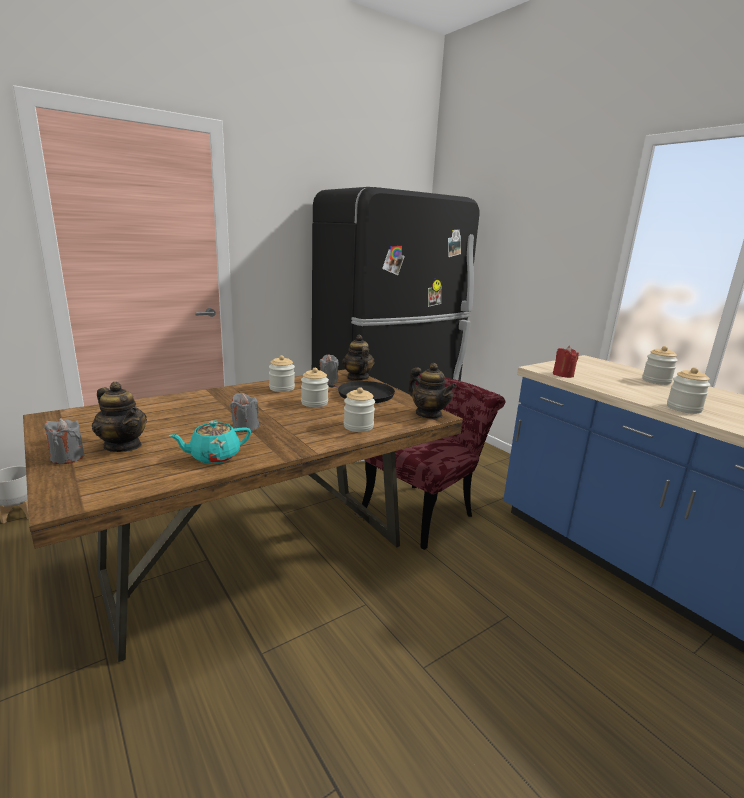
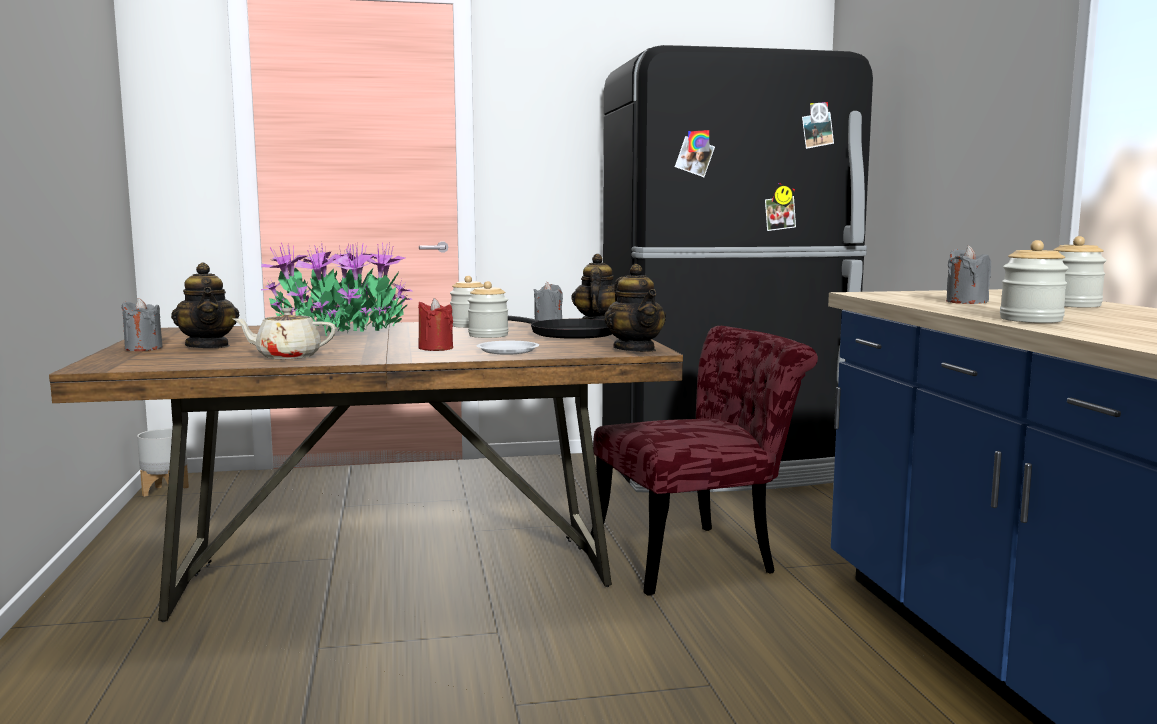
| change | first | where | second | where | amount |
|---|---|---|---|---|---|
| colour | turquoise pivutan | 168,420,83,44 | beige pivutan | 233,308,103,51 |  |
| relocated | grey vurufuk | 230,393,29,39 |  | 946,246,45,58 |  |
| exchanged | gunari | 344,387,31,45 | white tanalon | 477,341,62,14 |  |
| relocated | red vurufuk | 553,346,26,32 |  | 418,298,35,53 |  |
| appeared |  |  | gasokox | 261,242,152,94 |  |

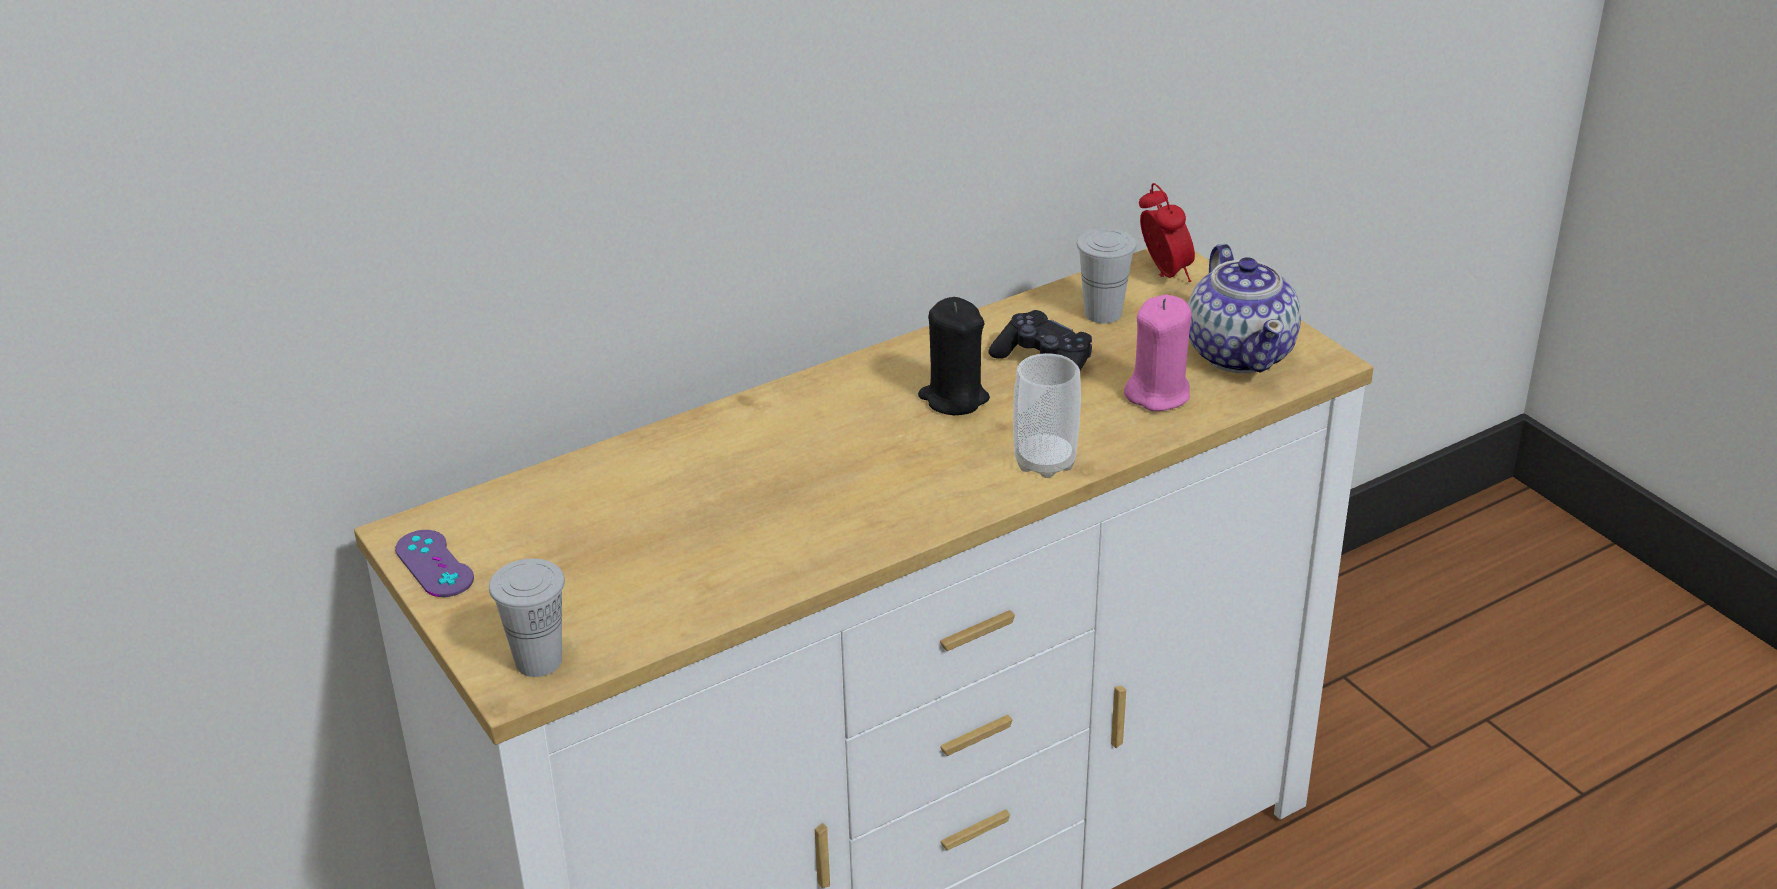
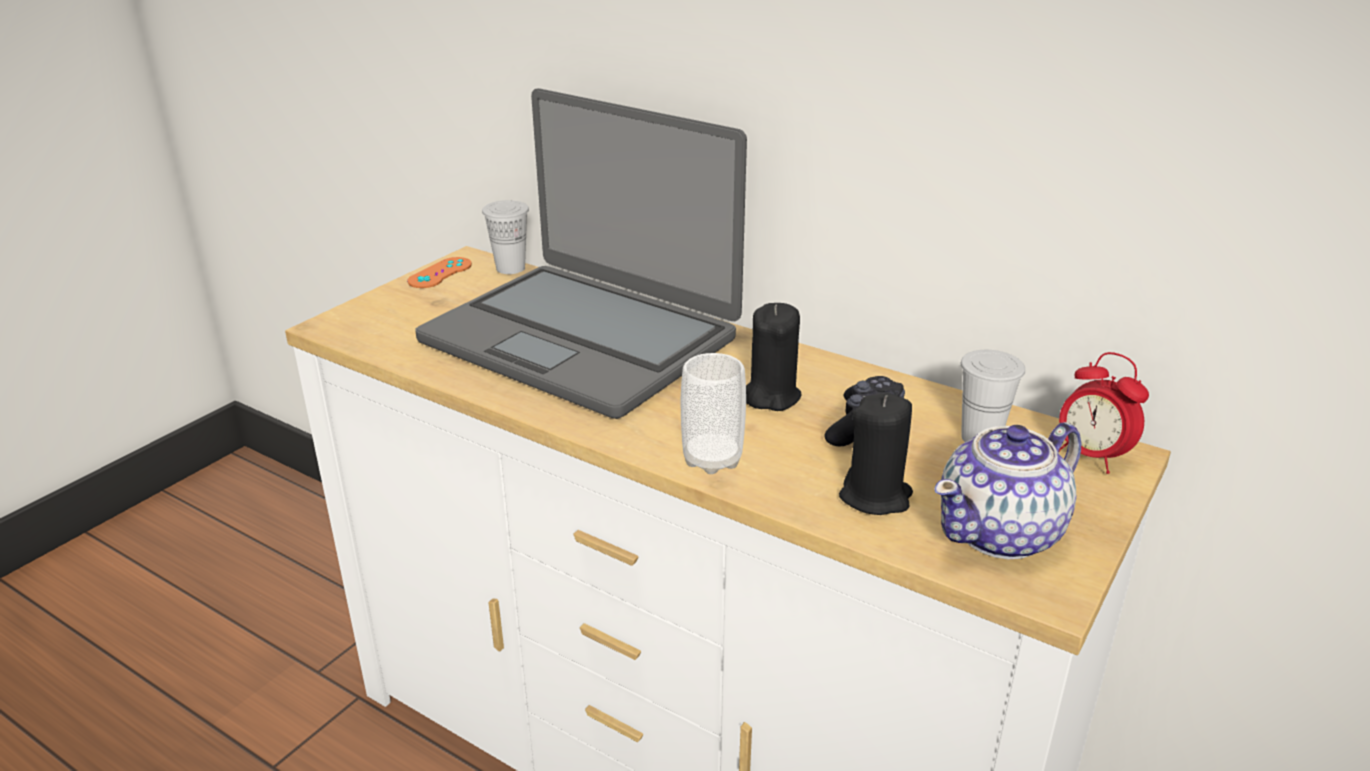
| change | first | where | second | where | amount |
|---|---|---|---|---|---|
| colour | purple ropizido | 395,530,79,67 | orange ropizido | 407,257,65,31 |  |
| relocated | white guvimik | 489,559,76,118 |  | 482,200,47,74 |  |
| colour | pink vurufuk | 1124,295,68,116 | black vurufuk | 839,394,74,121 |  |
| spun | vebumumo | 1139,183,56,99 |  | 1059,352,90,122 | 90 degrees clockwise |
| appeared |  |  | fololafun | 415,88,332,331 |  |

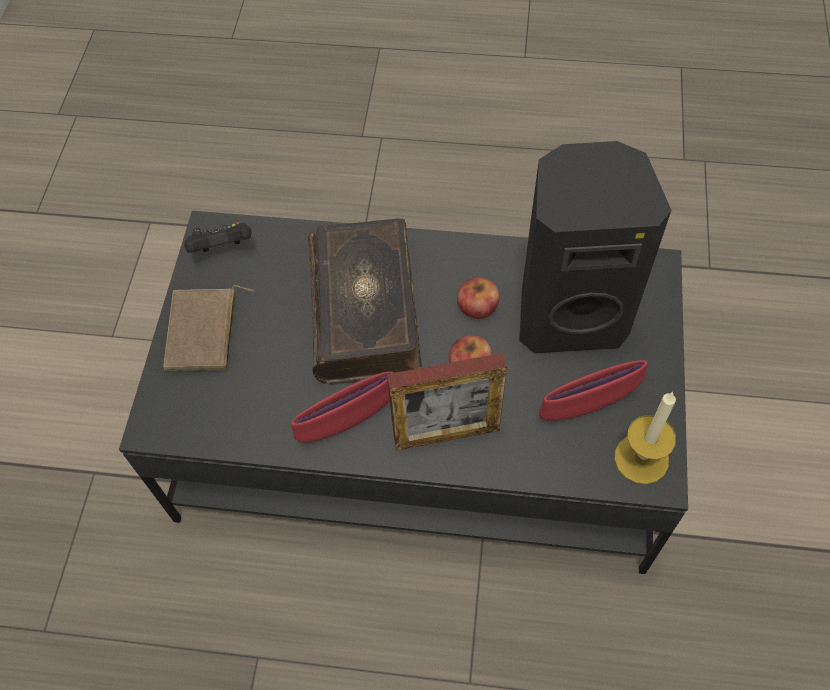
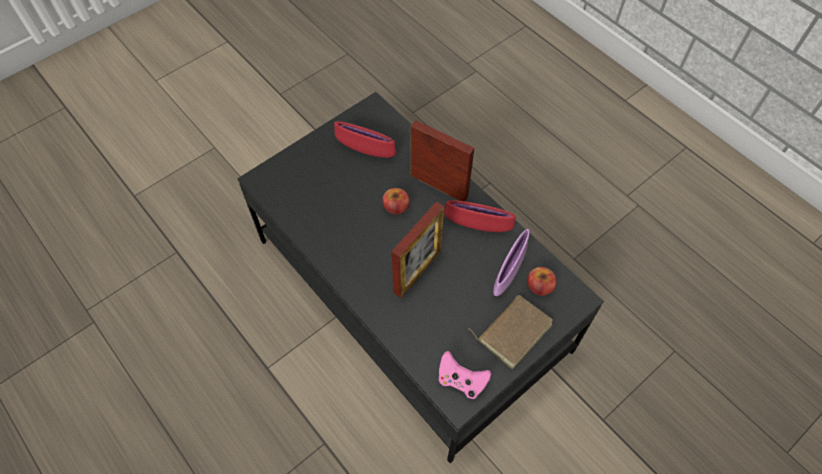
| change | first | where | second | where | amount |
|---|---|---|---|---|---|
| colour | black ropizido | 184,222,68,31 | pink ropizido | 439,351,52,48 |  |
| exchanged | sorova | 308,218,114,167 | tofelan | 391,201,53,97 |  |
| relocated | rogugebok | 457,277,42,42 |  | 527,267,30,29 |  |
| missing | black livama | 519,141,152,212 |  |  |  |
| missing | vurufuk | 614,392,62,92 |  |  |  |
| appeared |  |  | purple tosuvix | 493,229,37,67 |  |

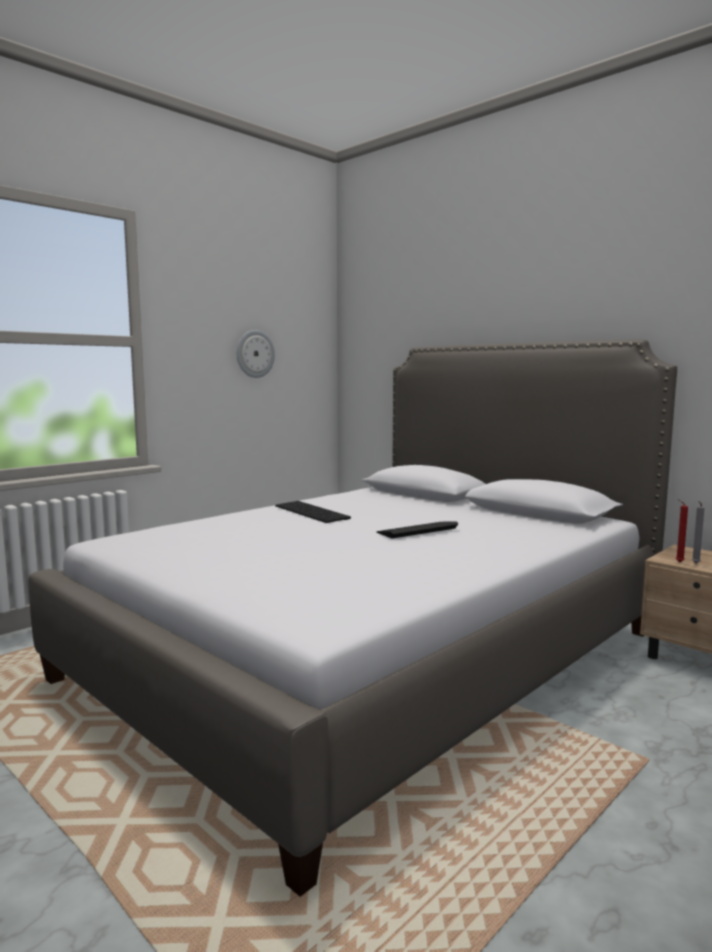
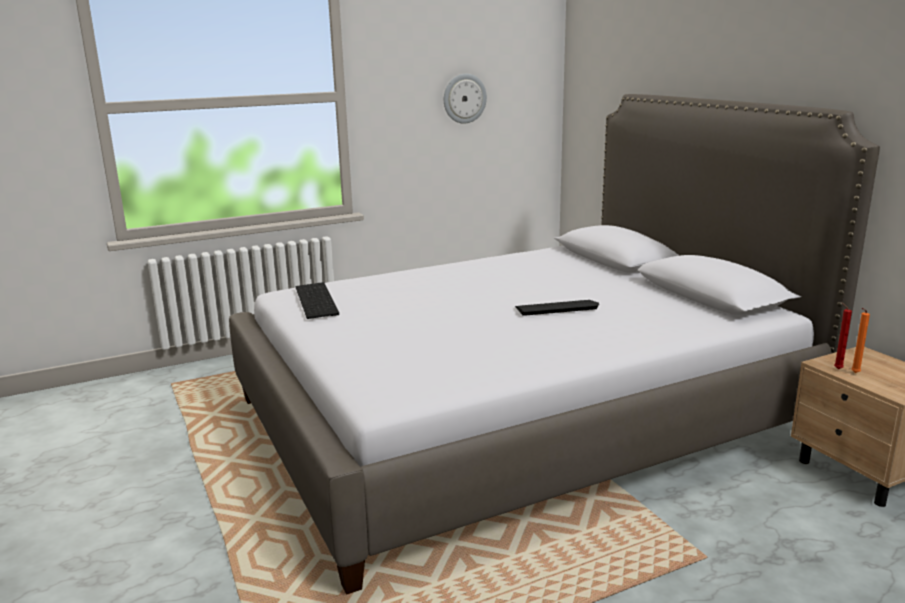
| change | first | where | second | where | amount |
|---|---|---|---|---|---|
| relocated | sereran | 275,501,76,22 |  | 295,282,44,37 |  |
| colour | grey vurufuk | 692,502,12,62 | orange vurufuk | 851,308,19,65 |  |

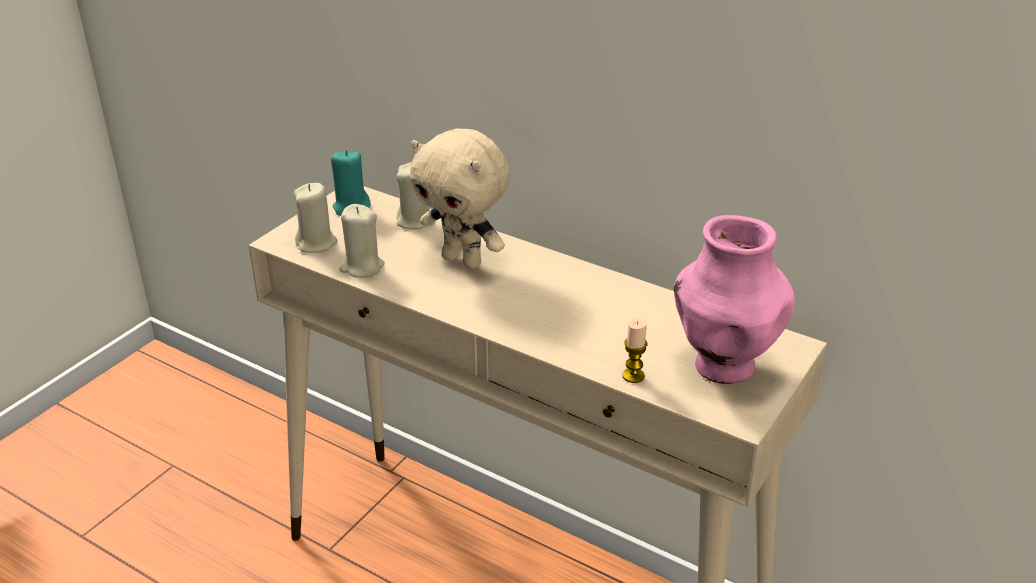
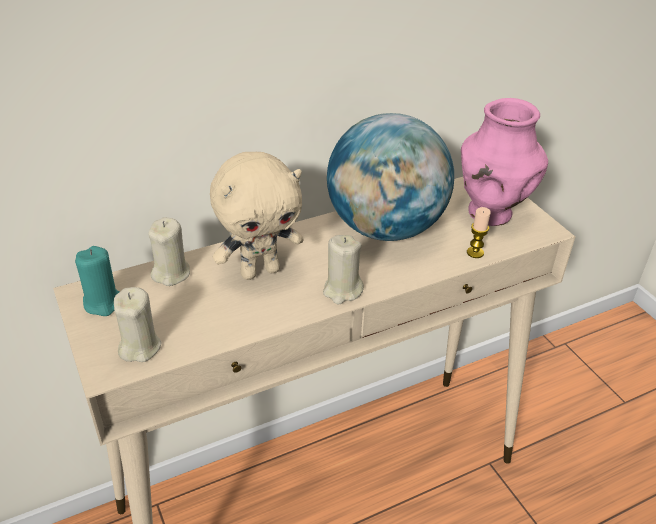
| change | first | where | second | where | amount |
|---|---|---|---|---|---|
| relocated | beige vurufuk | 339,204,45,74 |  | 323,235,41,69 |  |
| appeared |  |  | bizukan | 327,113,127,128 |  |

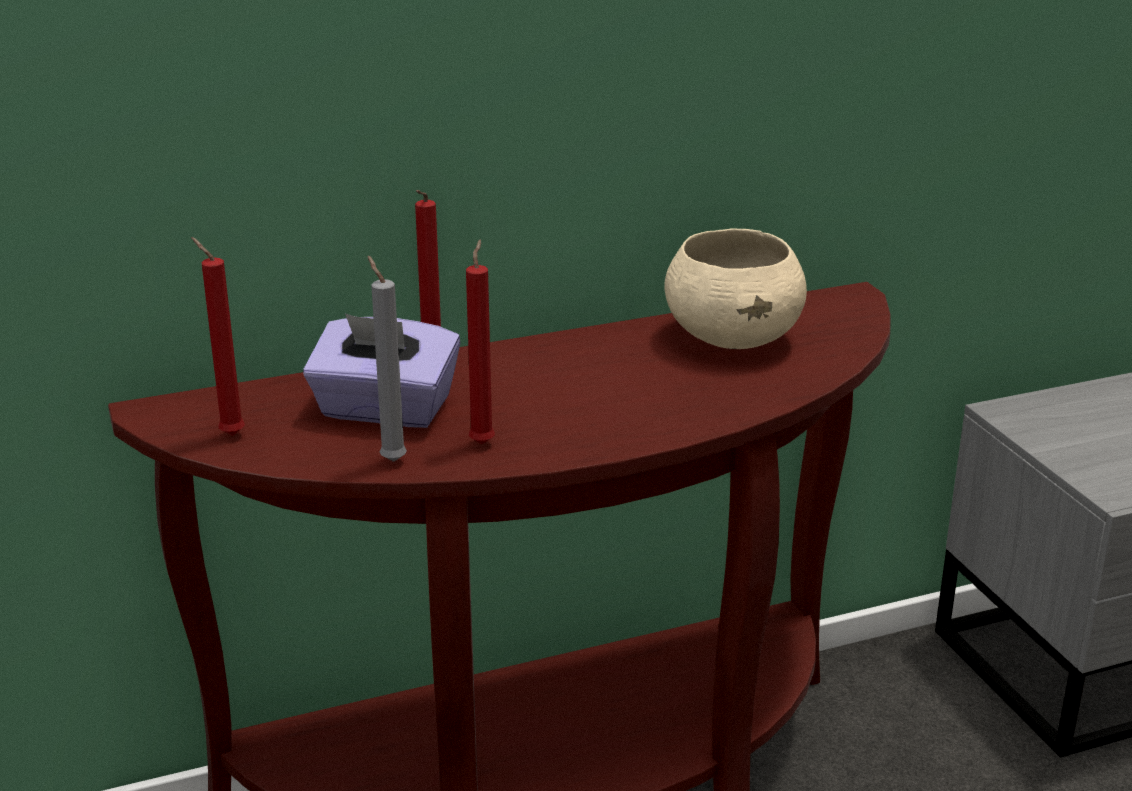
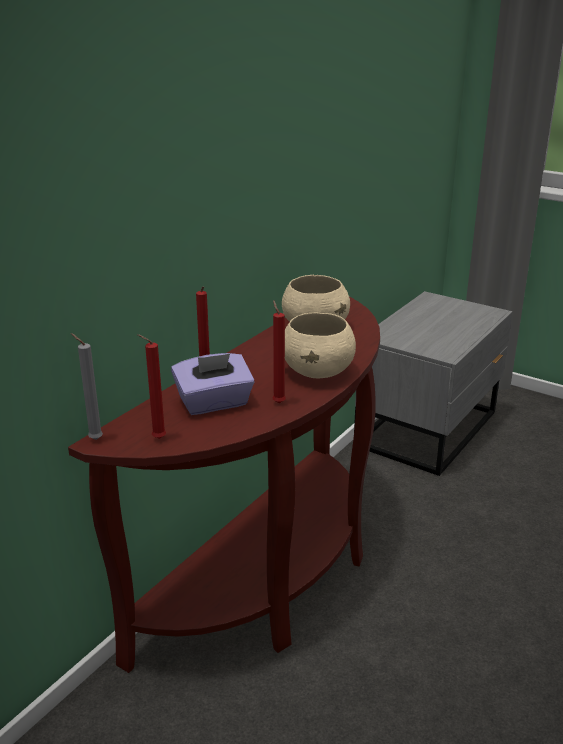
| change | first | where | second | where | amount |
|---|---|---|---|---|---|
| relocated | grey vurufuk | 368,256,39,206 |  | 71,333,32,107 |  |
| appeared |  |  | beige tosuvix | 285,313,71,65 |  |

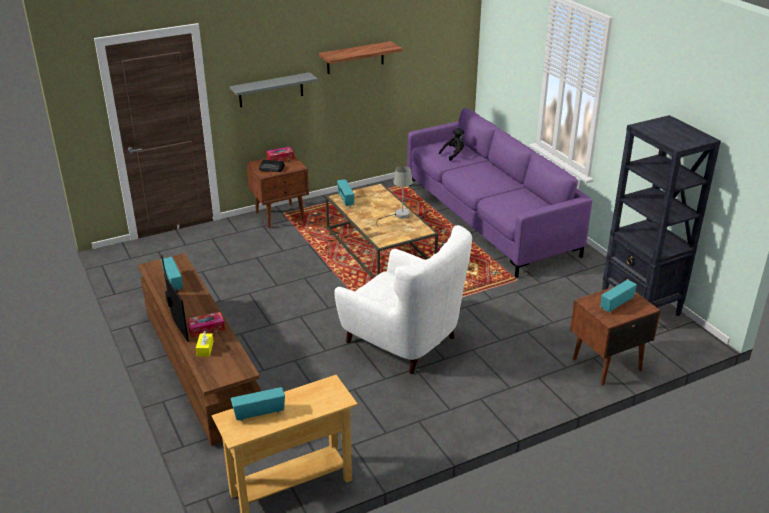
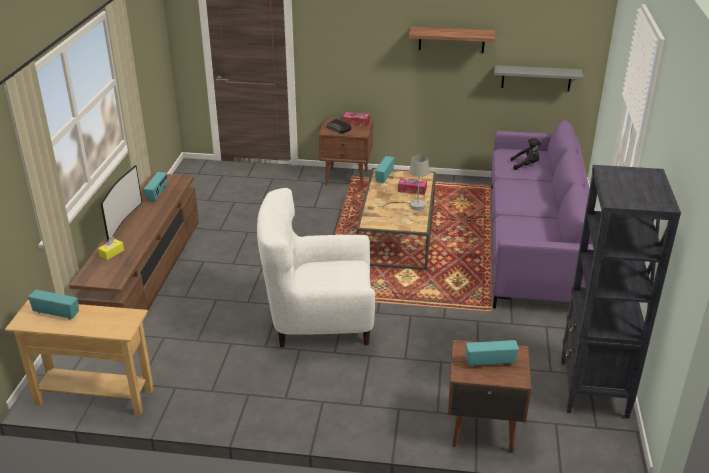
| change | first | where | second | where | amount |
|---|---|---|---|---|---|
| relocated | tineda | 187,312,38,26 |  | 398,177,29,18 |  |
| relocated | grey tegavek | 230,72,88,35 |  | 494,65,90,26 |  |
| spun | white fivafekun | 334,225,138,149 |  | 257,188,118,160 | 105 degrees clockwise |

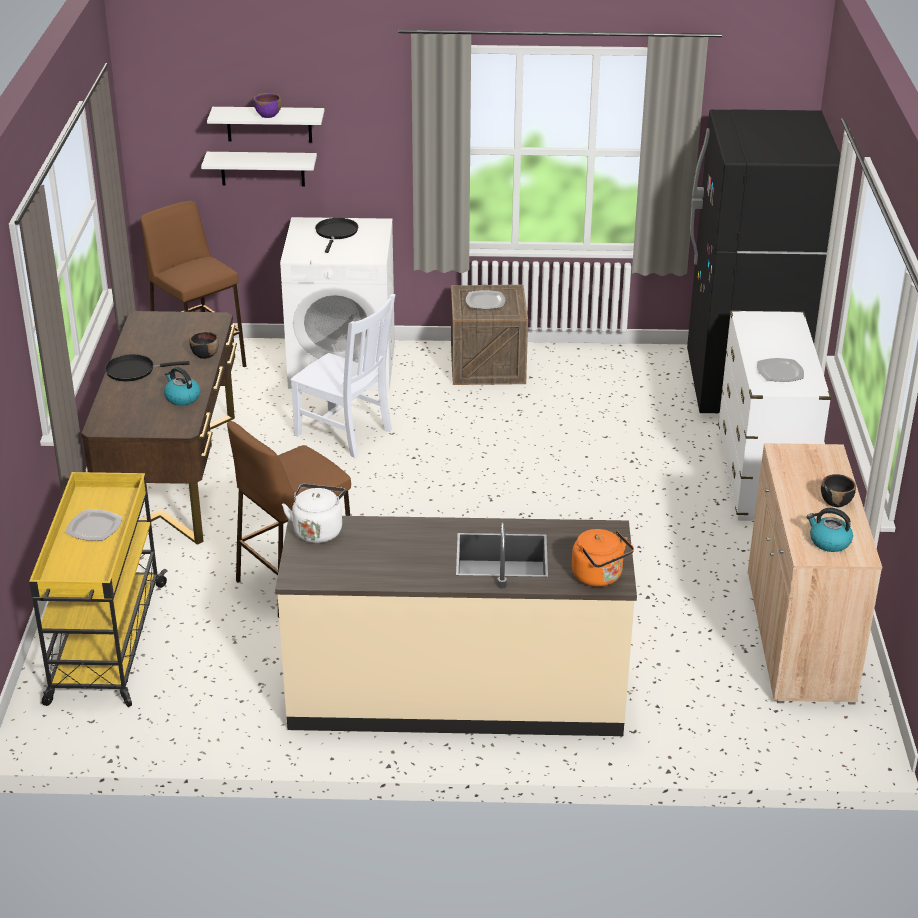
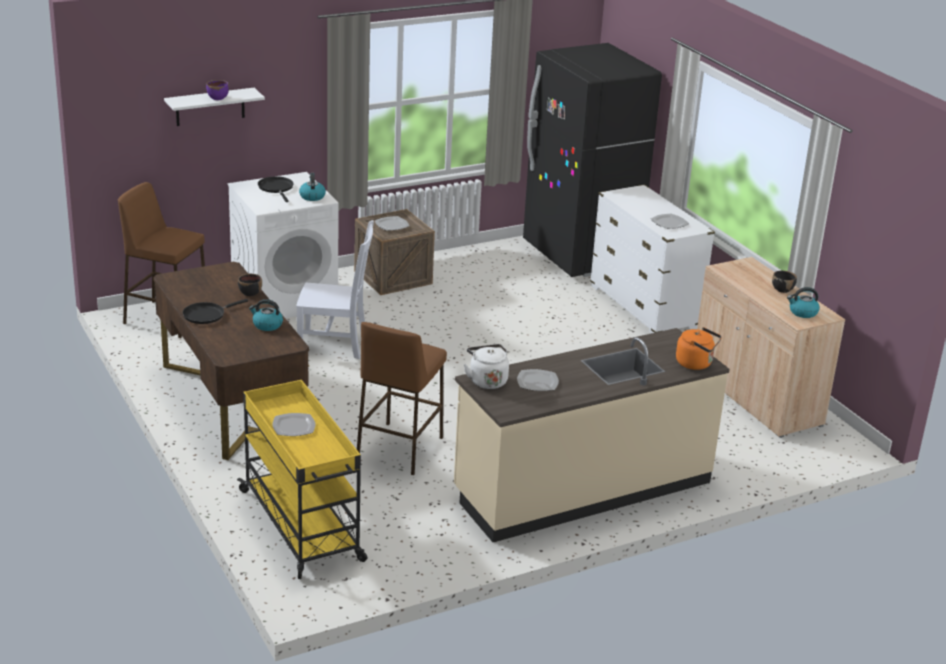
| change | first | where | second | where | amount |
|---|---|---|---|---|---|
| missing | white tegavek | 201,152,116,35 |  |  |  |
| appeared |  |  | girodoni | 299,173,27,28 |  |
| appeared |  |  | tanalon | 517,369,42,22 |  |

